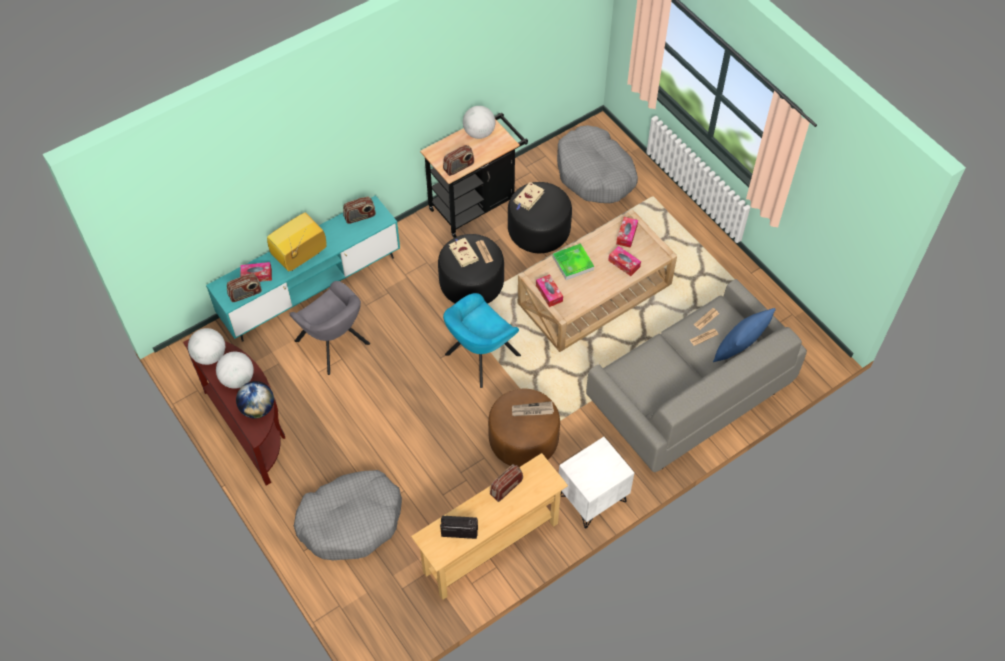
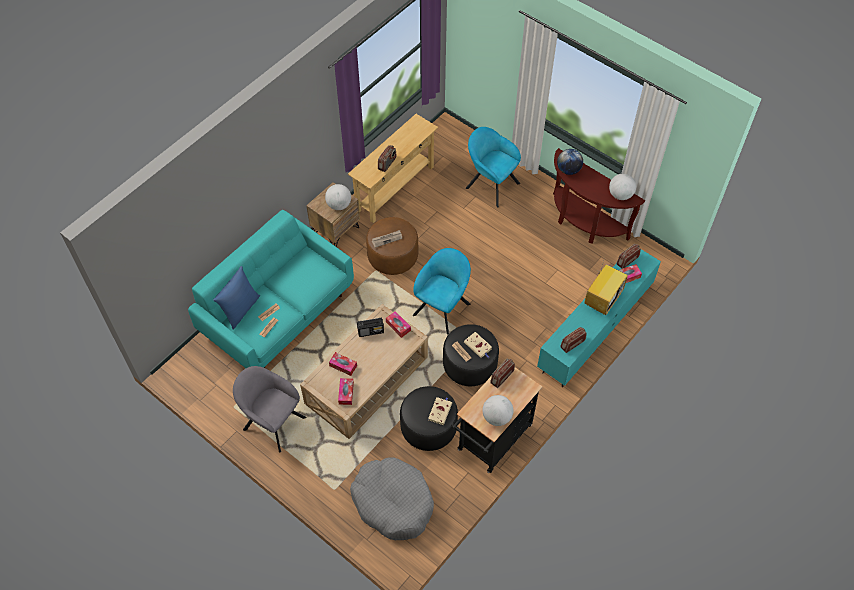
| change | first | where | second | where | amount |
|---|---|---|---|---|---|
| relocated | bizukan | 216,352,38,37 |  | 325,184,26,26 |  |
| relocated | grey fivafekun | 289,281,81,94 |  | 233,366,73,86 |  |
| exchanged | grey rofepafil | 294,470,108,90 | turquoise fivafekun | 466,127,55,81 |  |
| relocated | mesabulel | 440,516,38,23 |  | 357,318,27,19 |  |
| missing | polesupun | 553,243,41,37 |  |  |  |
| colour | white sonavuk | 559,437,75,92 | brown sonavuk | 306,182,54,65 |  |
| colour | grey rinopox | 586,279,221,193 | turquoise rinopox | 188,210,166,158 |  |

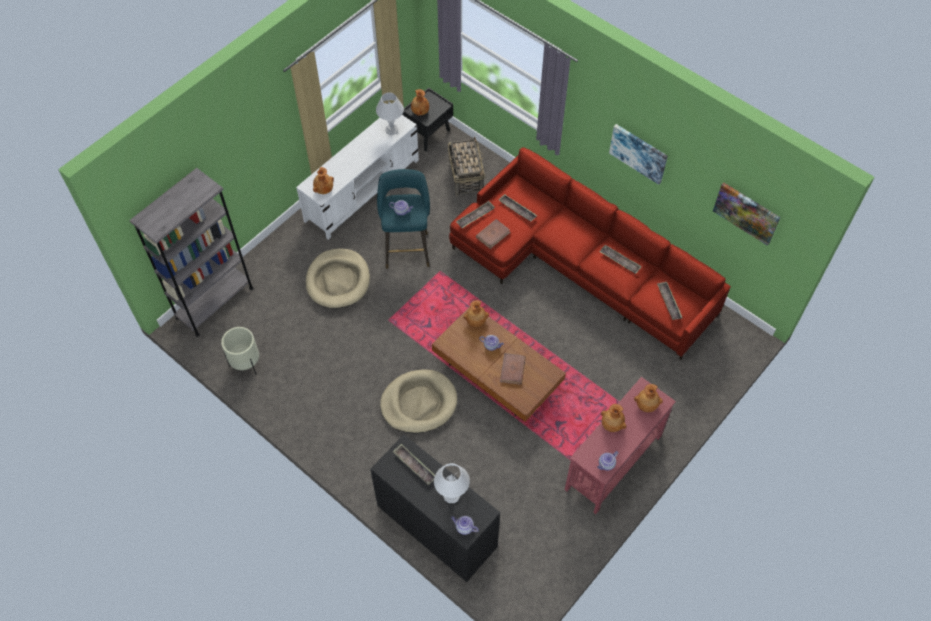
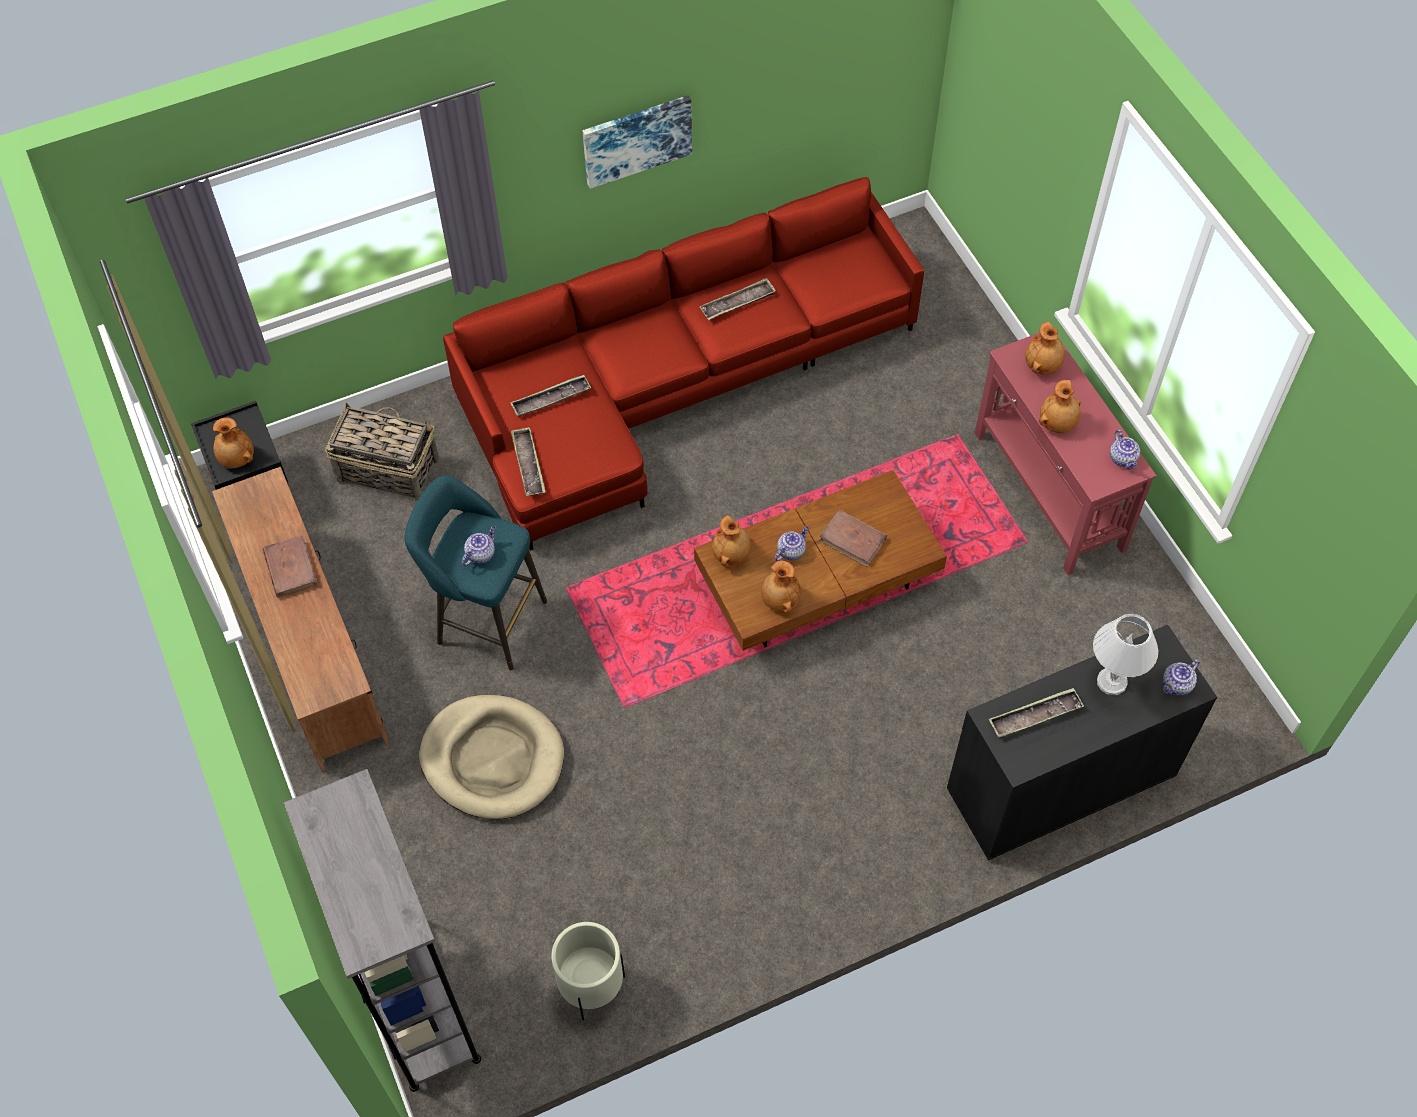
| change | first | where | second | where | amount |
|---|---|---|---|---|---|
| colour | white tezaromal | 296,115,123,125 | brown tezaromal | 212,467,178,305 |  |
| relocated | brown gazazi | 313,167,21,27 |  | 761,560,40,53 |  |
| missing | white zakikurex | 376,93,28,42 |  |  |  |
| missing | beige rofepafil | 380,369,77,65 |  |  |  |
| relocated | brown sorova | 476,219,35,30 |  | 263,535,55,63 |  |
| missing | polesupun | 657,282,25,38 |  |  |  |
| missing | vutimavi | 713,182,68,64 |  |  |  |

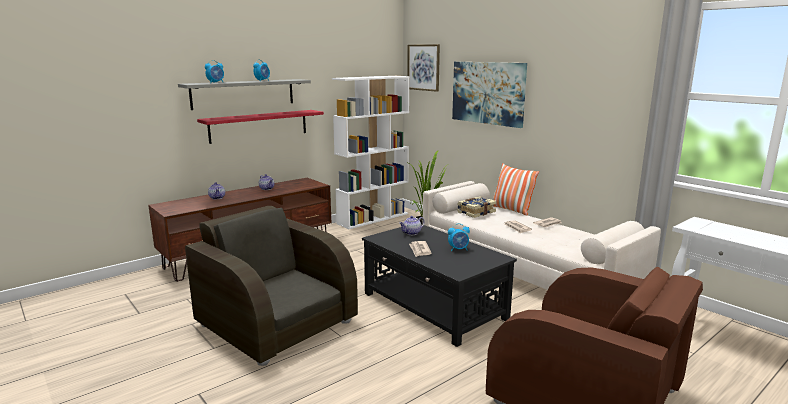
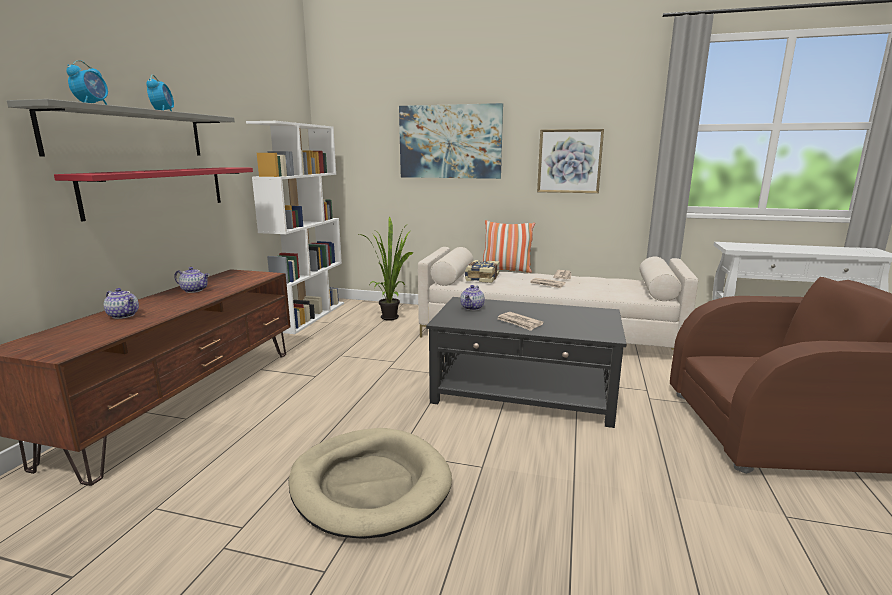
| change | first | where | second | where | amount |
|---|---|---|---|---|---|
| exchanged | brown fivafekun | 185,206,173,160 | beige rofepafil | 289,428,163,111 |  |
| relocated | vutimavi | 407,44,33,48 |  | 537,129,67,64 |  |
| missing | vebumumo | 448,223,22,28 |  |  |  |

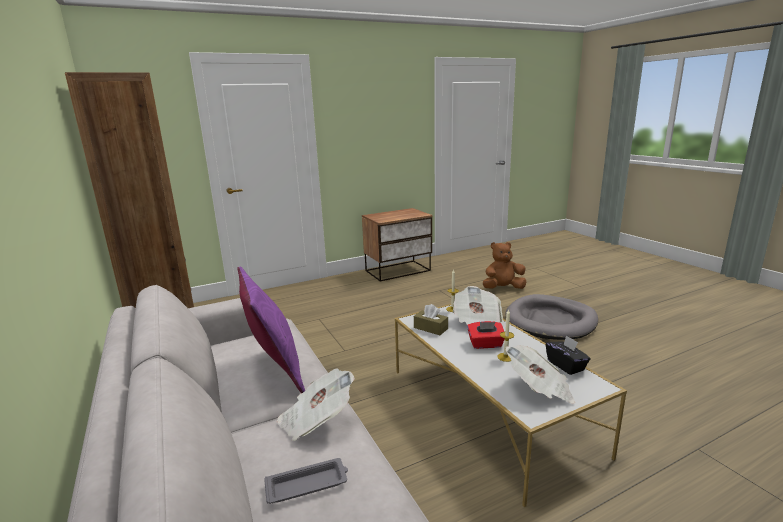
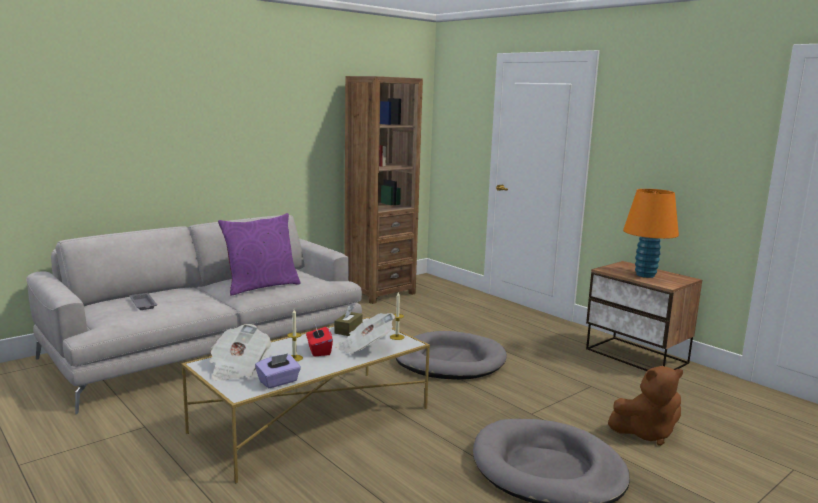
| change | first | where | second | where | amount |
|---|---|---|---|---|---|
| missing | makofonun | 277,369,78,72 |  |  |  |
| spun | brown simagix | 483,242,43,47 |  | 608,366,75,80 | 105 degrees clockwise |
| colour | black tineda | 546,335,45,40 | purple tineda | 255,353,46,35 |  |
| appeared |  |  | grey rofepafil | 396,331,111,49 |  |
| appeared |  |  | orange zakikurex | 623,189,56,89 |  |

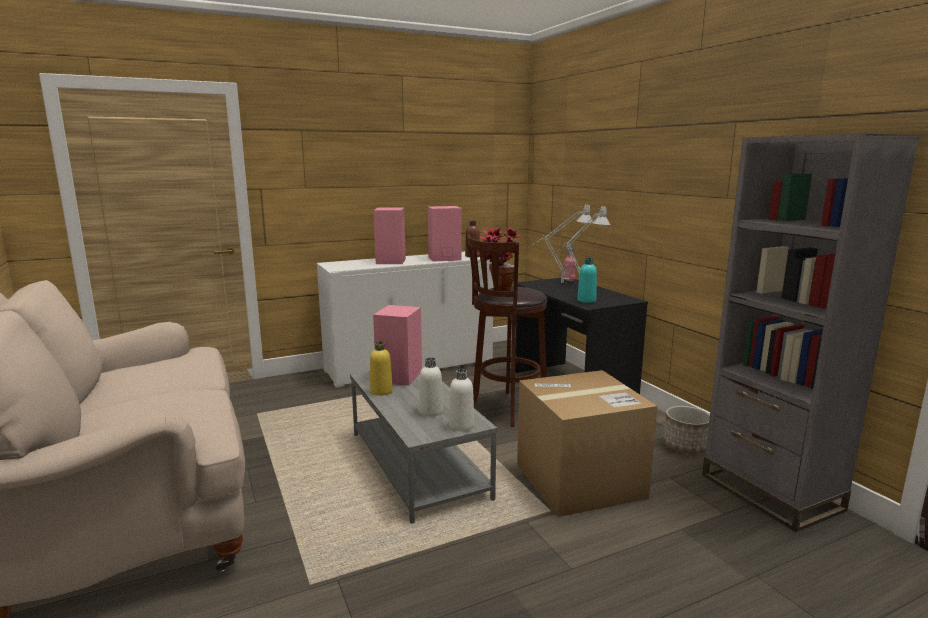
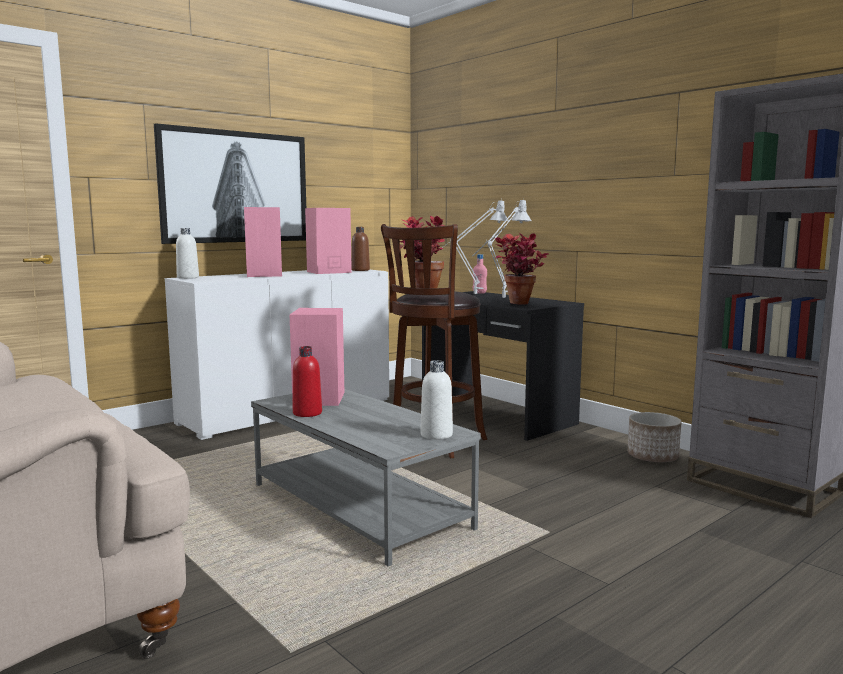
| change | first | where | second | where | amount |
|---|---|---|---|---|---|
| colour | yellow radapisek | 370,341,23,55 | red radapisek | 293,346,29,71 |  |
| relocated | white radapisek | 419,357,24,60 |  | 176,228,23,51 |  |
| missing | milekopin | 517,370,141,147 |  |  |  |
| exchanged | turquoise radapisek | 577,258,20,45 | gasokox | 495,233,54,72 |  |
| appeared |  |  | vutimavi | 154,123,152,121 |  |

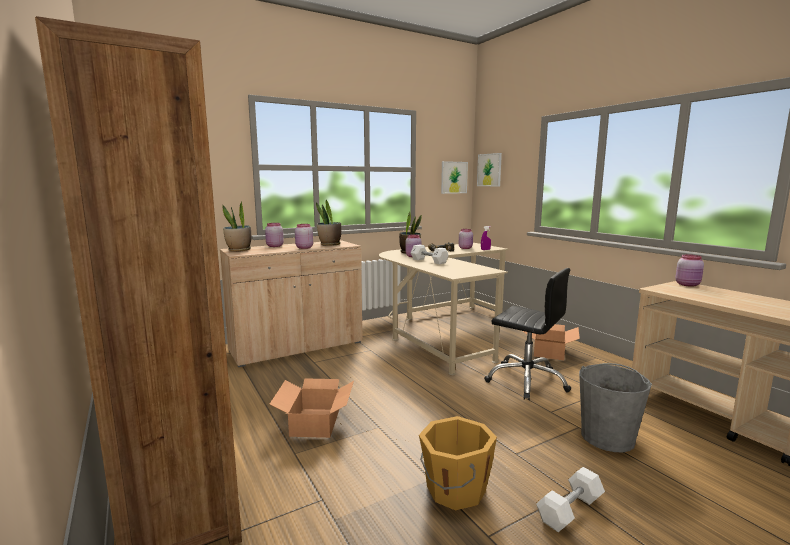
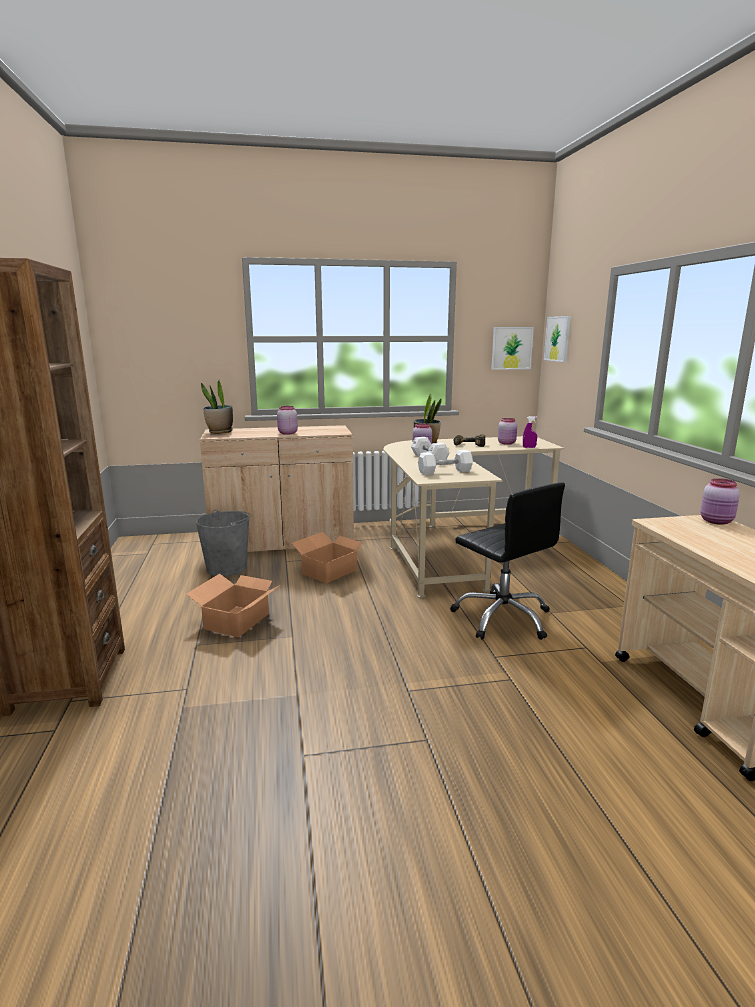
| change | first | where | second | where | amount |
|---|---|---|---|---|---|
| missing | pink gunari | 265,223,19,24 |  |  |  |
| missing | gasokox | 316,200,25,46 |  |  |  |
| missing | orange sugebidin | 419,416,78,94 |  |  |  |
| relocated | milekopin | 523,324,57,36 |  | 292,532,76,52 |  |
| relocated | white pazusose | 536,467,69,65 |  | 418,450,55,25 |  |
| relocated | grey sugebidin | 579,363,73,89 |  | 196,510,54,66 |  |

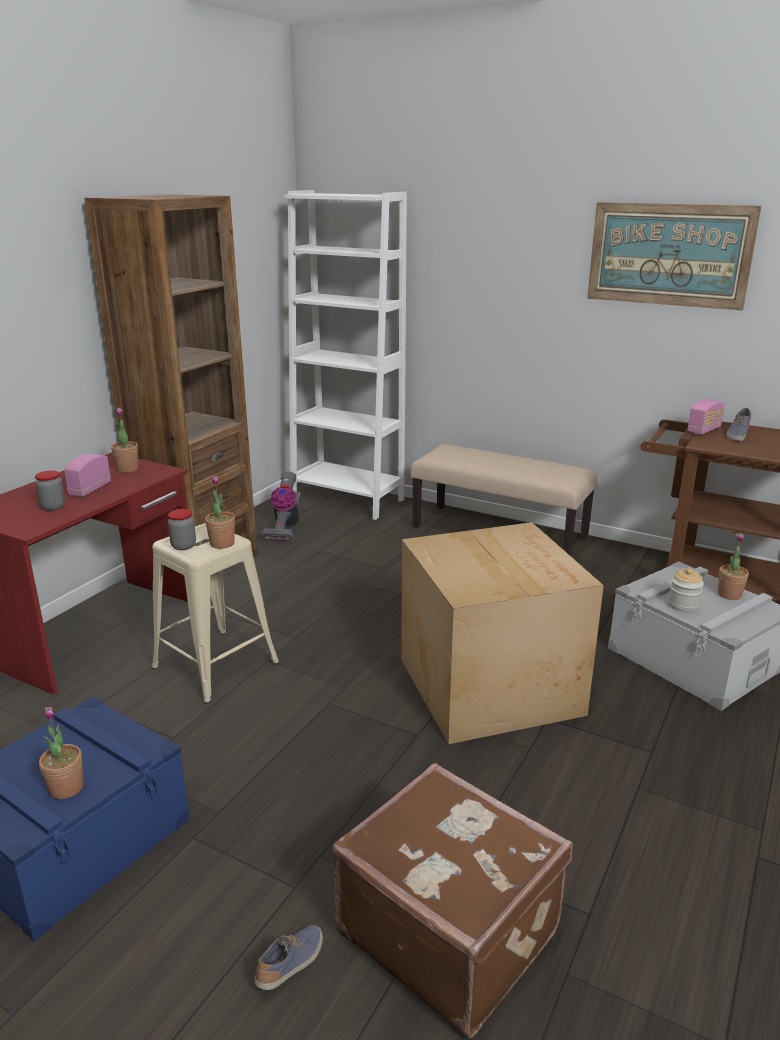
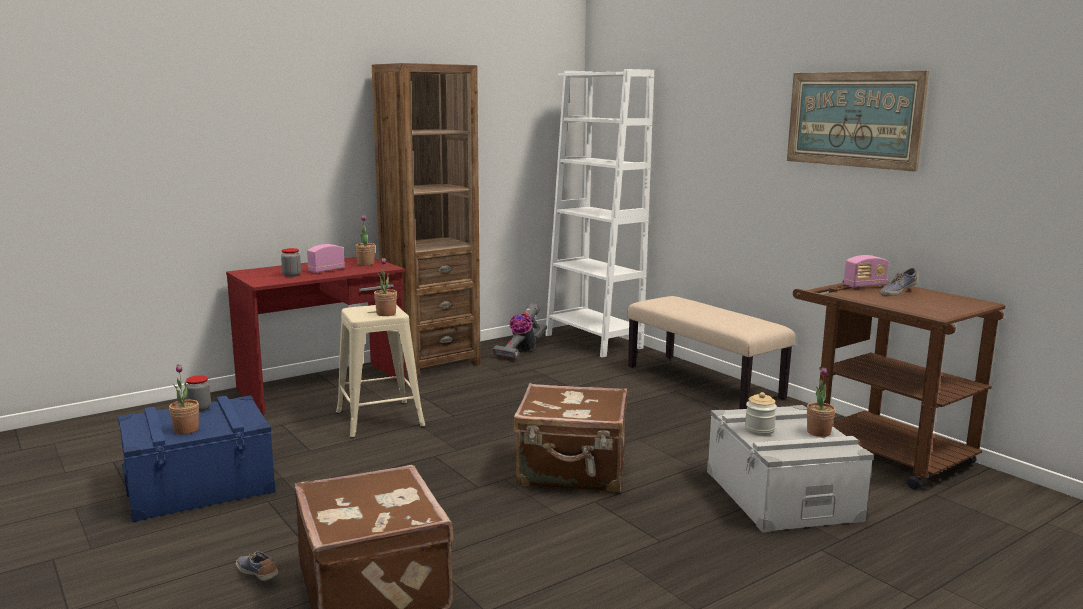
| change | first | where | second | where | amount |
|---|---|---|---|---|---|
| relocated | gunari | 168,509,28,41 |  | 186,375,25,37 |  |
| spun | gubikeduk | 254,925,69,65 |  | 236,551,42,30 | 105 degrees counterclockwise |
| exchanged | milekopin | 401,522,203,222 | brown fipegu | 513,383,114,109 |  |

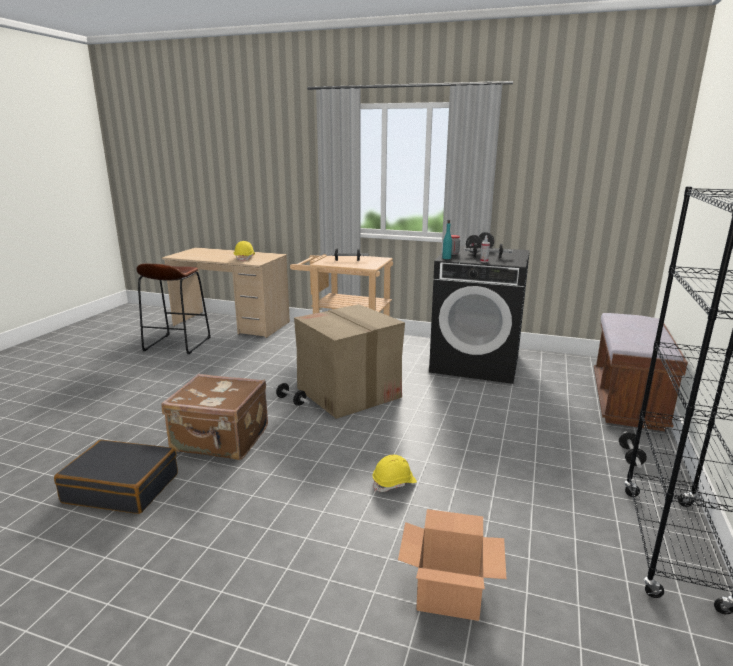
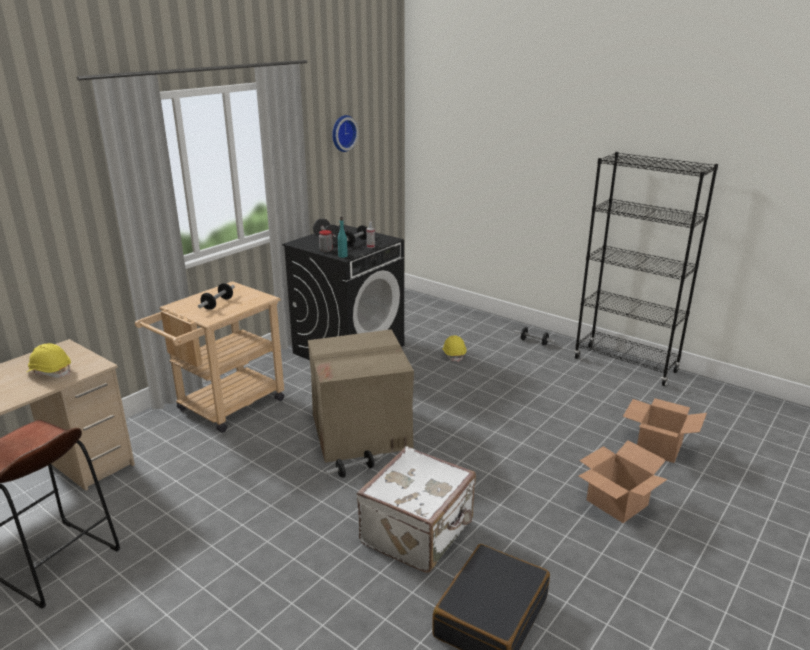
| change | first | where | second | where | amount |
|---|---|---|---|---|---|
| colour | brown fipegu | 162,374,106,86 | white fipegu | 356,446,120,127 |  |
| relocated | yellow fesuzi | 372,455,45,37 |  | 442,336,25,26 |  |
| missing | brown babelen | 594,313,94,118 |  |  |  |
| appeared |  |  | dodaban | 332,115,26,37 |  |
| appeared |  |  | milekopin | 579,440,89,83 |  |

